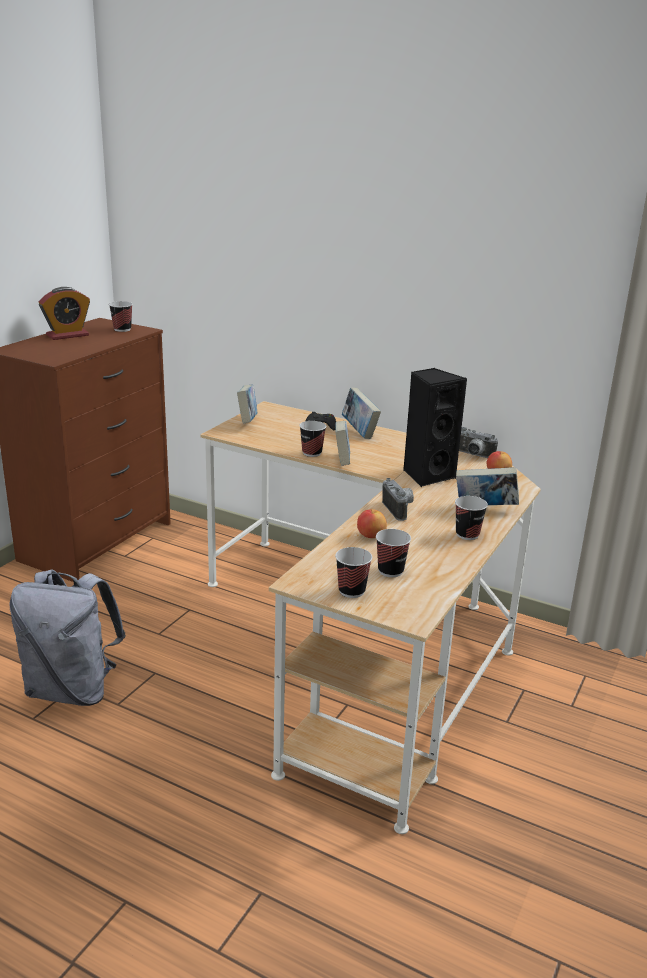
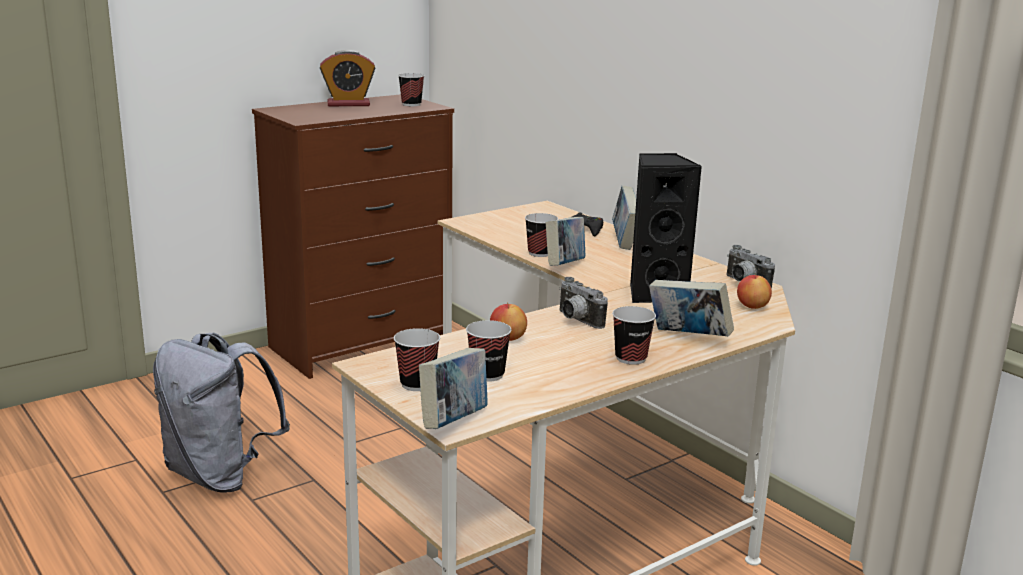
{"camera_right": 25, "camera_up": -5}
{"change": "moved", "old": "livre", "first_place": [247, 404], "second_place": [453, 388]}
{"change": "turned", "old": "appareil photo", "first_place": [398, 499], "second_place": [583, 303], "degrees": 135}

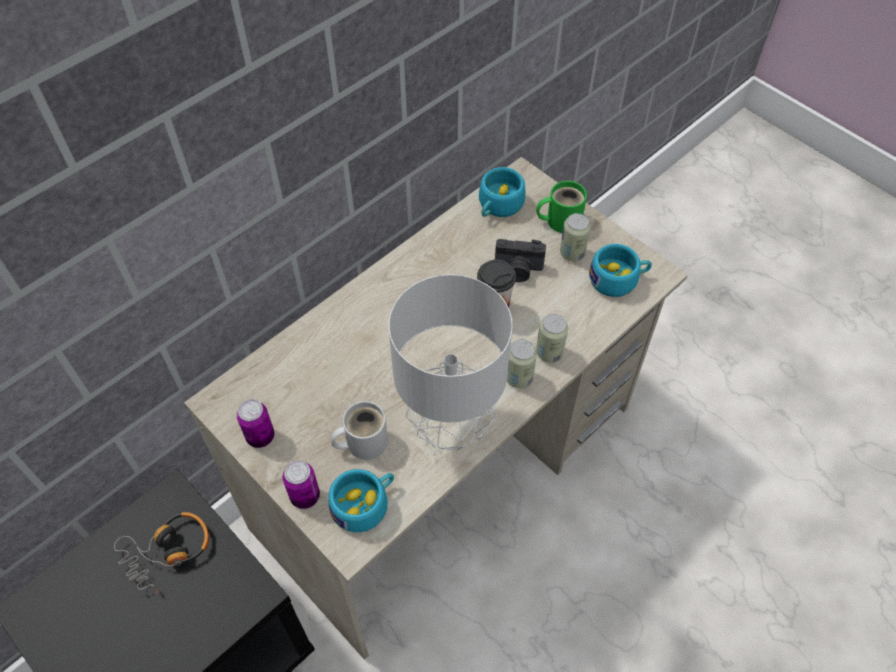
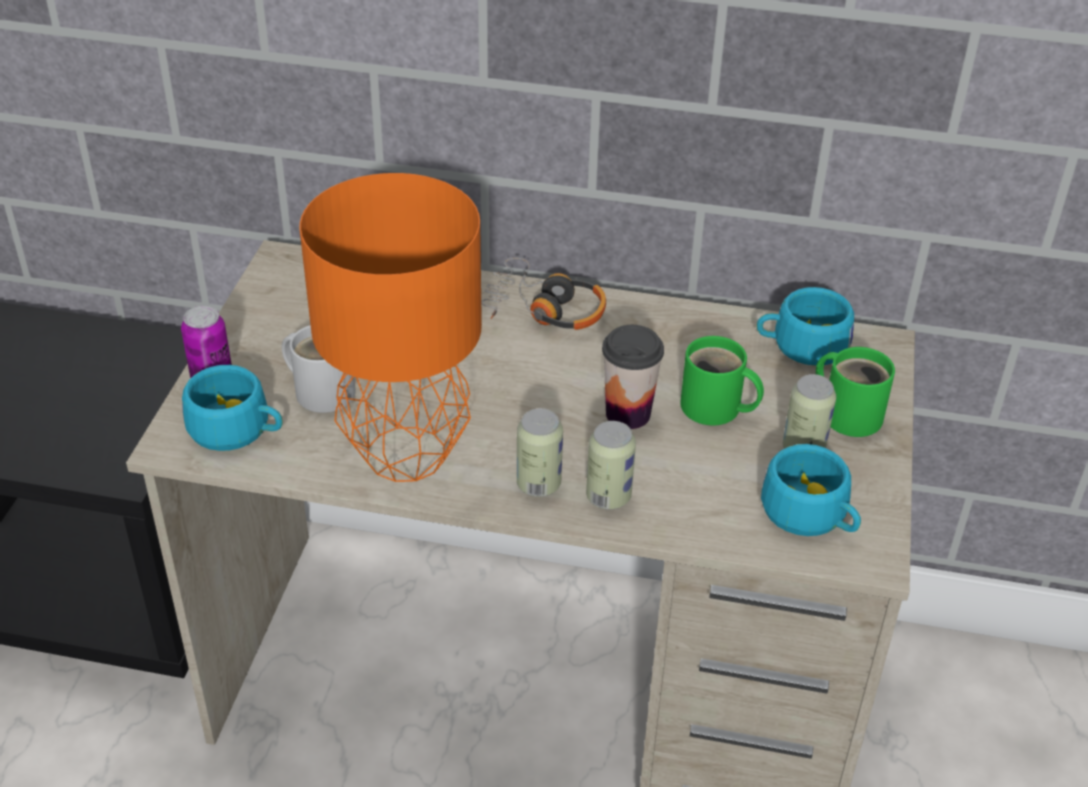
{"camera_right": 55, "camera_up": -15}
{"change": "moved", "old": "casque audio", "first_place": [161, 553], "second_place": [543, 294]}
{"change": "removed", "old": "boîte métallique", "first_place": [255, 423]}
{"change": "recoloured", "old": "lampe de table [gris]", "new": "lampe de table [orange]", "first_place": [451, 362], "second_place": [391, 327]}
{"change": "replaced", "old": "appareil photo", "new": "mug [vert]", "first_place": [520, 260], "second_place": [722, 381]}

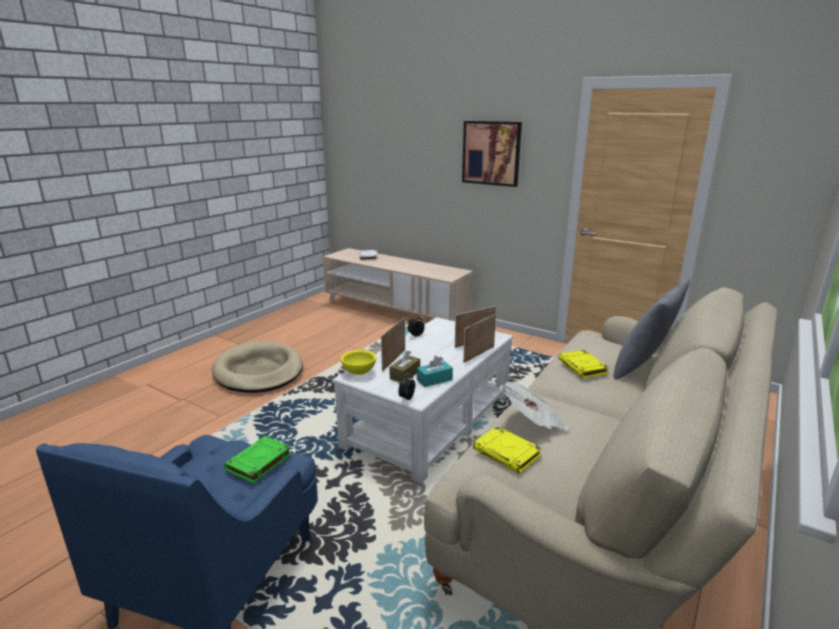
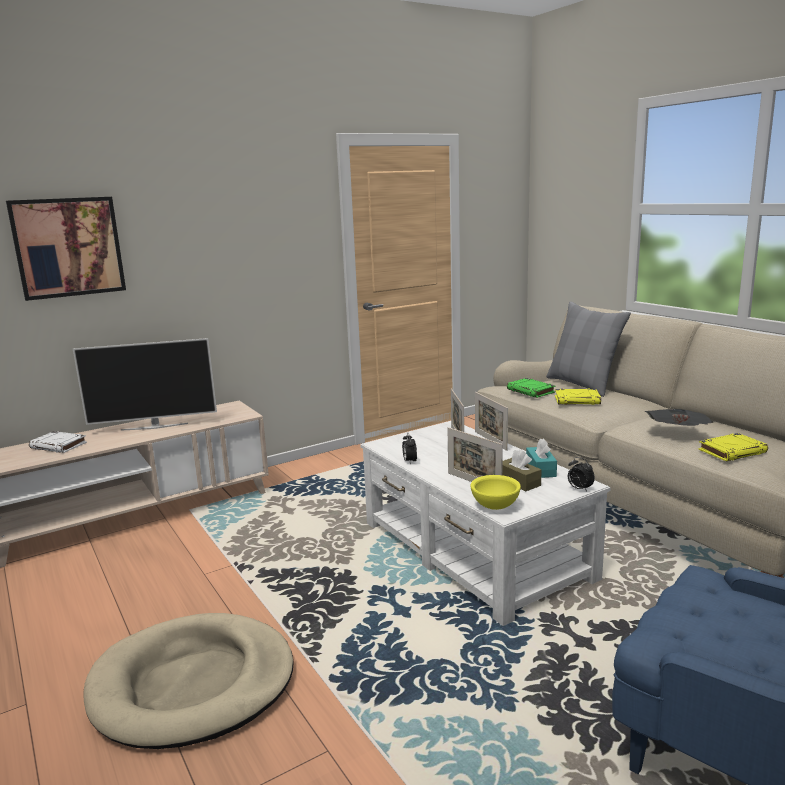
{"camera_right": -65, "camera_up": -5}
{"change": "moved", "old": "livre [vert]", "first_place": [258, 459], "second_place": [531, 388]}
{"change": "moved", "old": "tableau", "first_place": [492, 154], "second_place": [66, 249]}
{"change": "added", "new": "téléviseur", "second_place": [145, 384]}

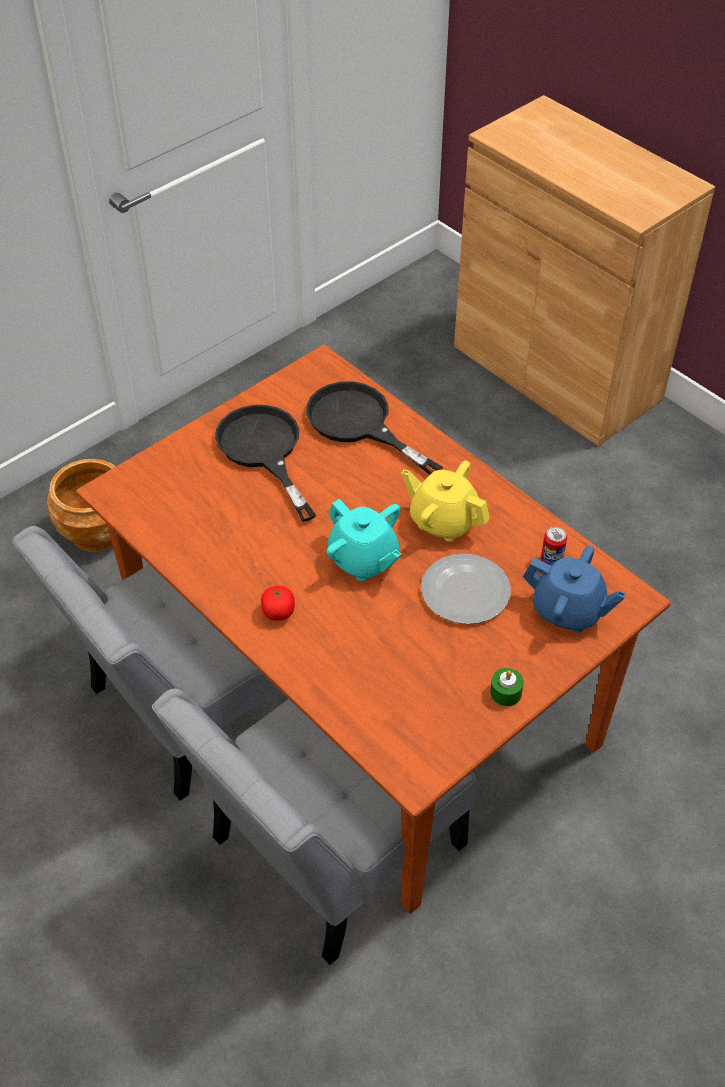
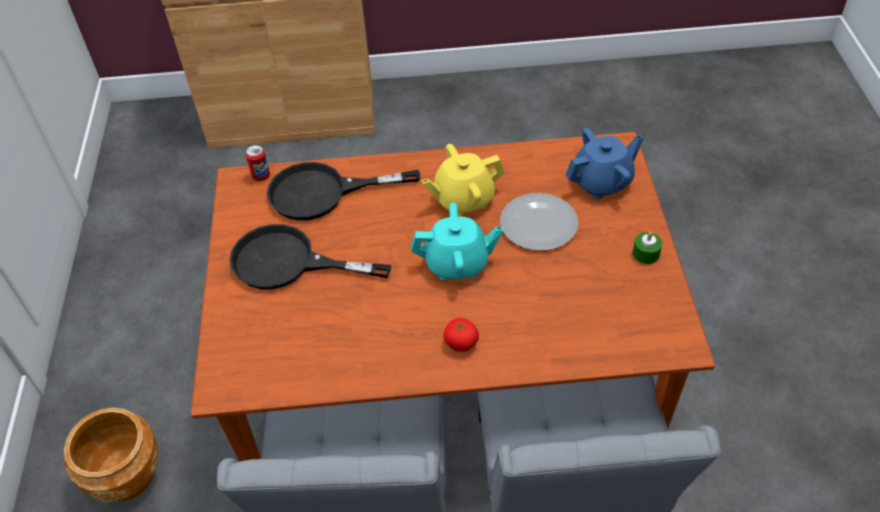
{"camera_right": -50, "camera_up": 0}
{"change": "moved", "old": "boîte métallique", "first_place": [554, 546], "second_place": [258, 163]}

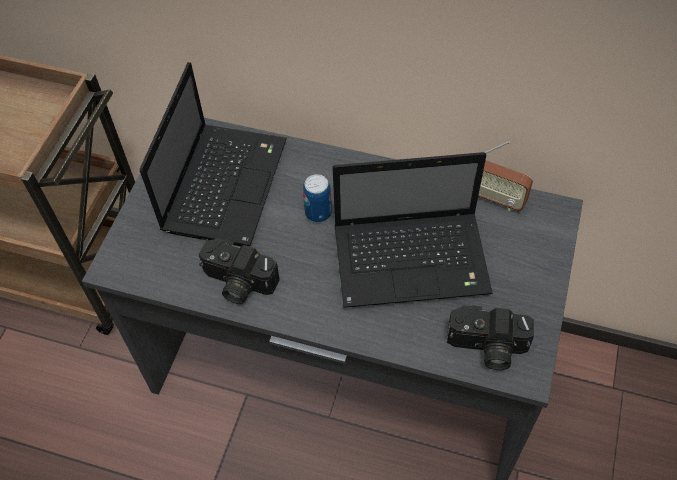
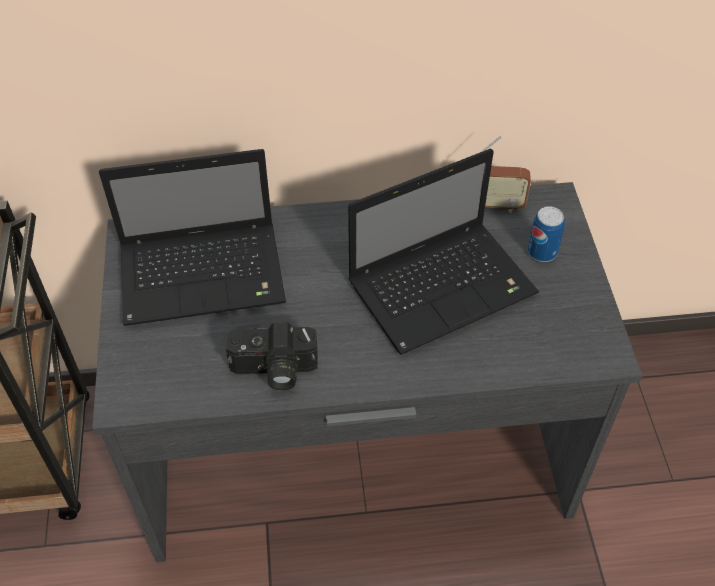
{"camera_right": -25, "camera_up": -5}
{"change": "turned", "old": "ordinateur portable", "first_place": [213, 154], "second_place": [192, 237], "degrees": 90}
{"change": "moved", "old": "boîte métallique", "first_place": [317, 198], "second_place": [546, 234]}
{"change": "removed", "old": "appareil photo", "first_place": [490, 337]}

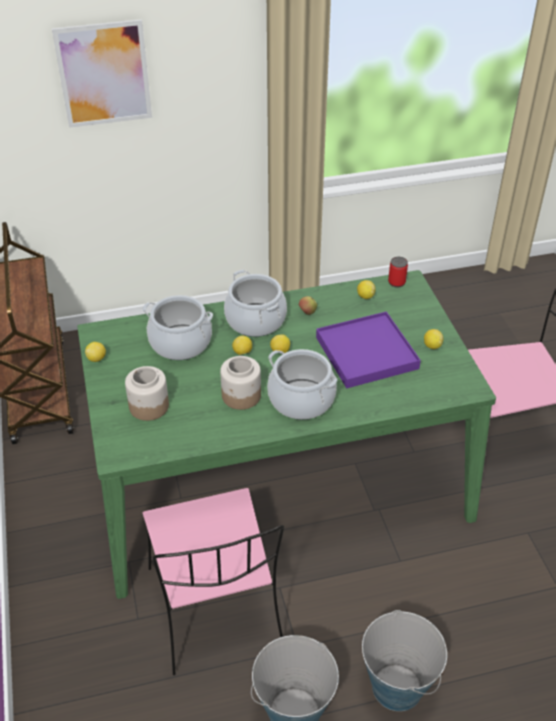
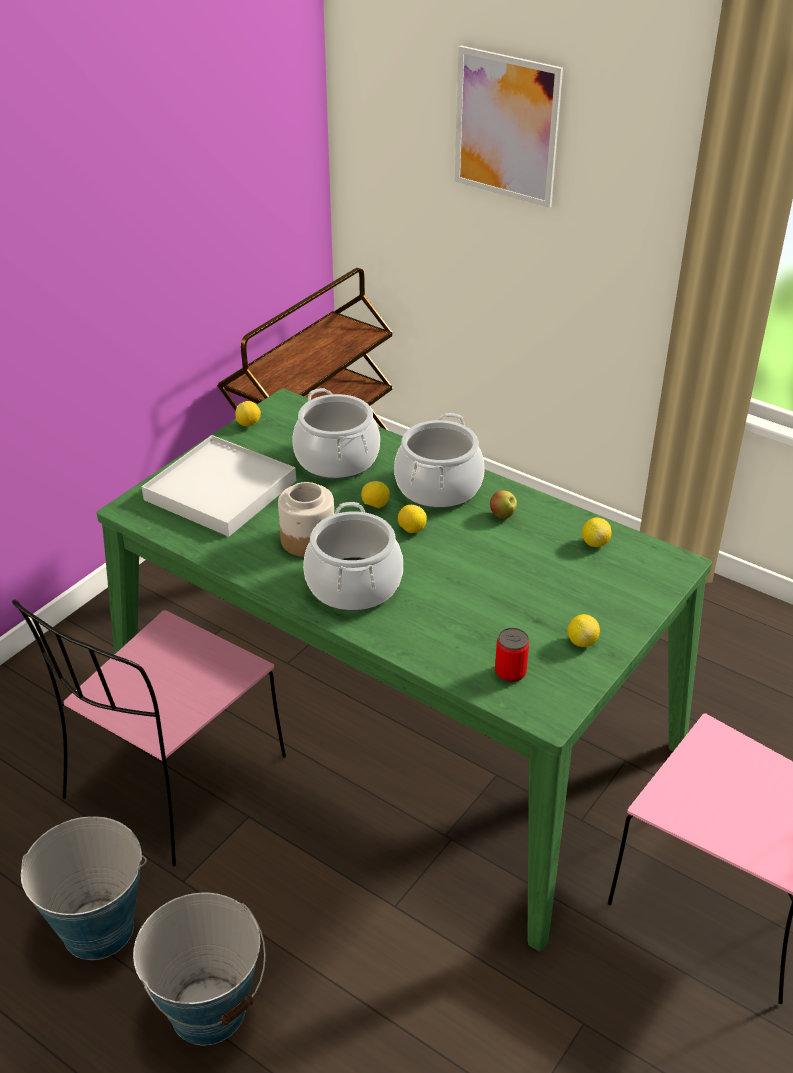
{"camera_right": 50, "camera_up": -5}
{"change": "replaced", "old": "bocal", "new": "plateau [blanc]", "first_place": [147, 393], "second_place": [219, 486]}
{"change": "removed", "old": "plateau [violet]", "first_place": [368, 349]}
{"change": "moved", "old": "boîte métallique", "first_place": [398, 272], "second_place": [512, 655]}

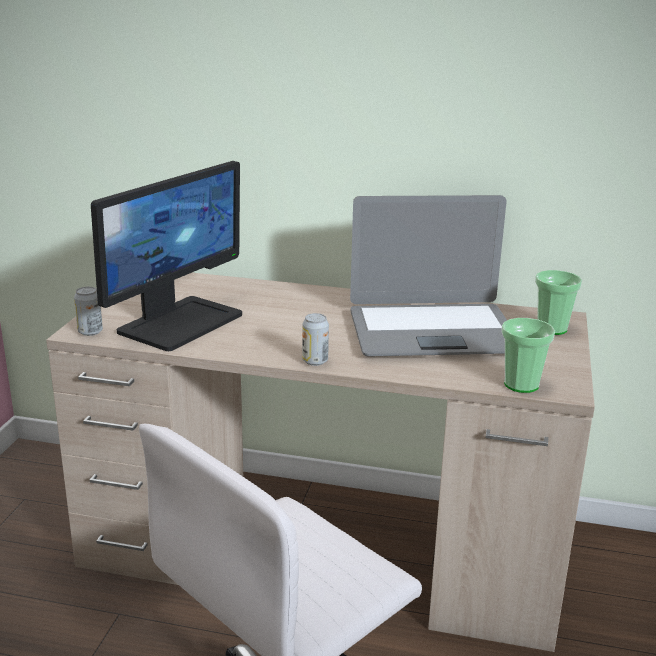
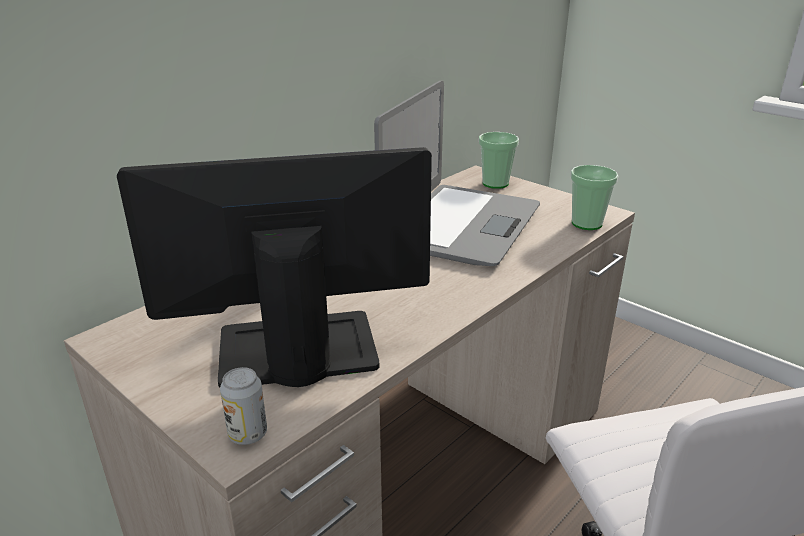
{"camera_right": -60, "camera_up": 5}
{"change": "turned", "old": "écran d'ordinateur", "first_place": [166, 256], "second_place": [274, 267], "degrees": -75}
{"change": "removed", "old": "boîte métallique", "first_place": [315, 339]}

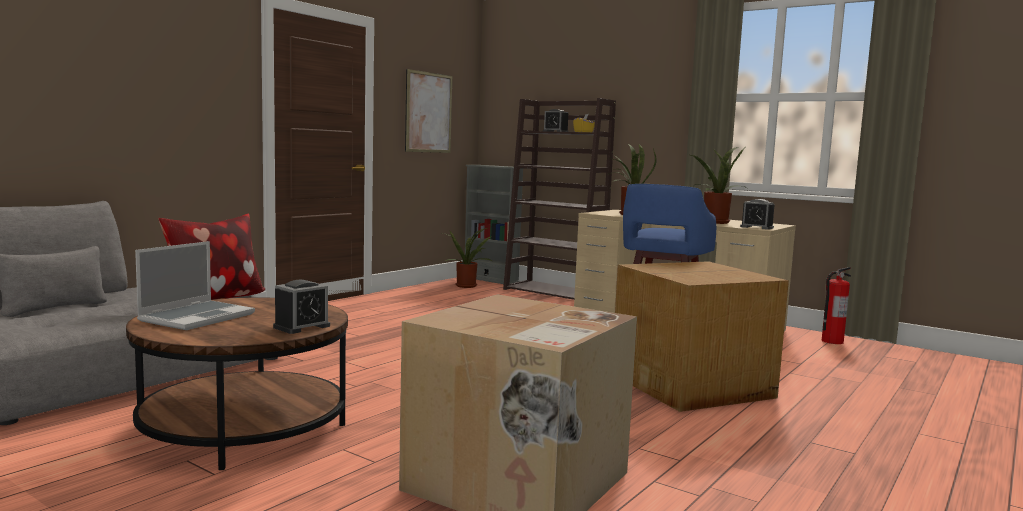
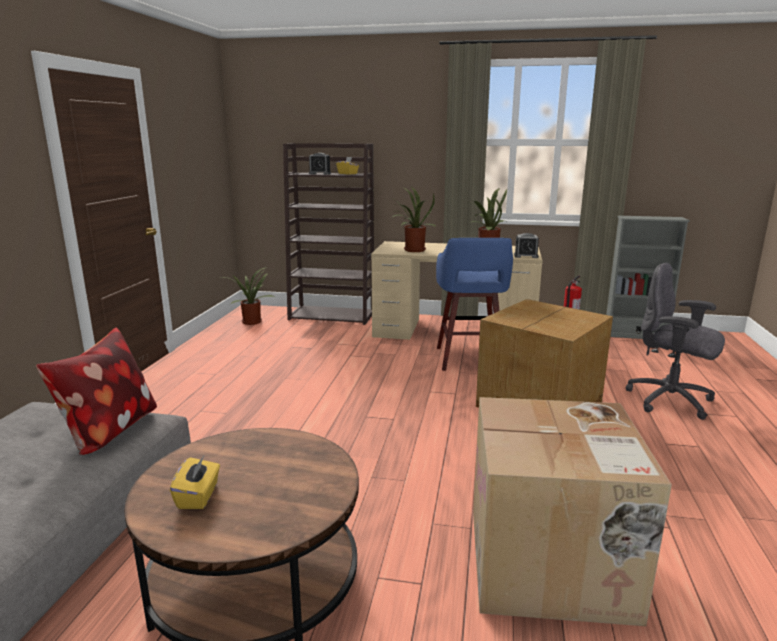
{"camera_right": -25, "camera_up": 10}
{"change": "replaced", "old": "ordinateur portable", "new": "boîte à mouchoirs [jaune]", "first_place": [195, 285], "second_place": [195, 481]}
{"change": "removed", "old": "réveil", "first_place": [301, 307]}
{"change": "removed", "old": "tableau", "first_place": [428, 111]}
{"change": "moved", "old": "bibliothèque [gris]", "first_place": [494, 224], "second_place": [648, 277]}
{"change": "added", "new": "chaise de bureau [gris]", "second_place": [675, 341]}

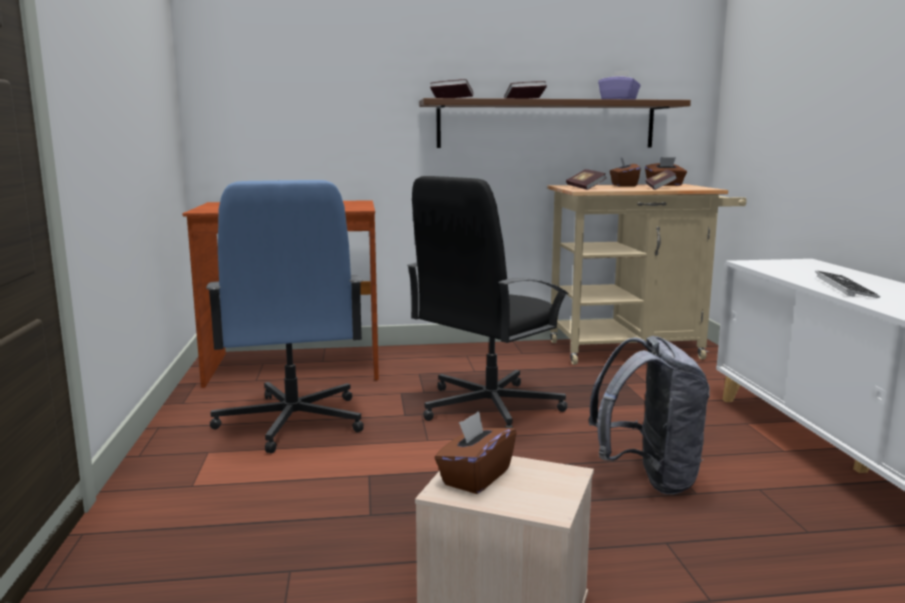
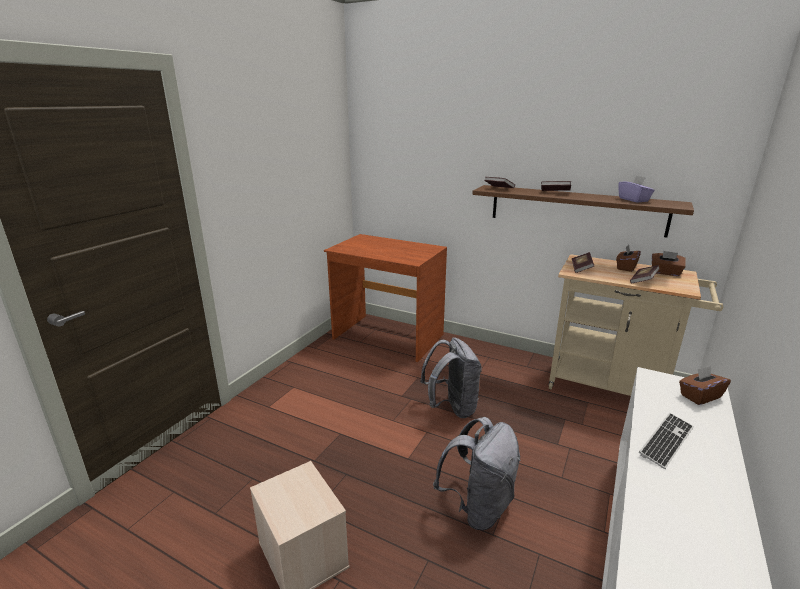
{"camera_right": 35, "camera_up": 10}
{"change": "removed", "old": "chaise de bureau [bleu]", "first_place": [285, 316]}
{"change": "replaced", "old": "chaise de bureau [noir]", "new": "sac à dos [gris]", "first_place": [488, 302], "second_place": [451, 377]}
{"change": "moved", "old": "boîte à mouchoirs [marron]", "first_place": [475, 452], "second_place": [705, 385]}

